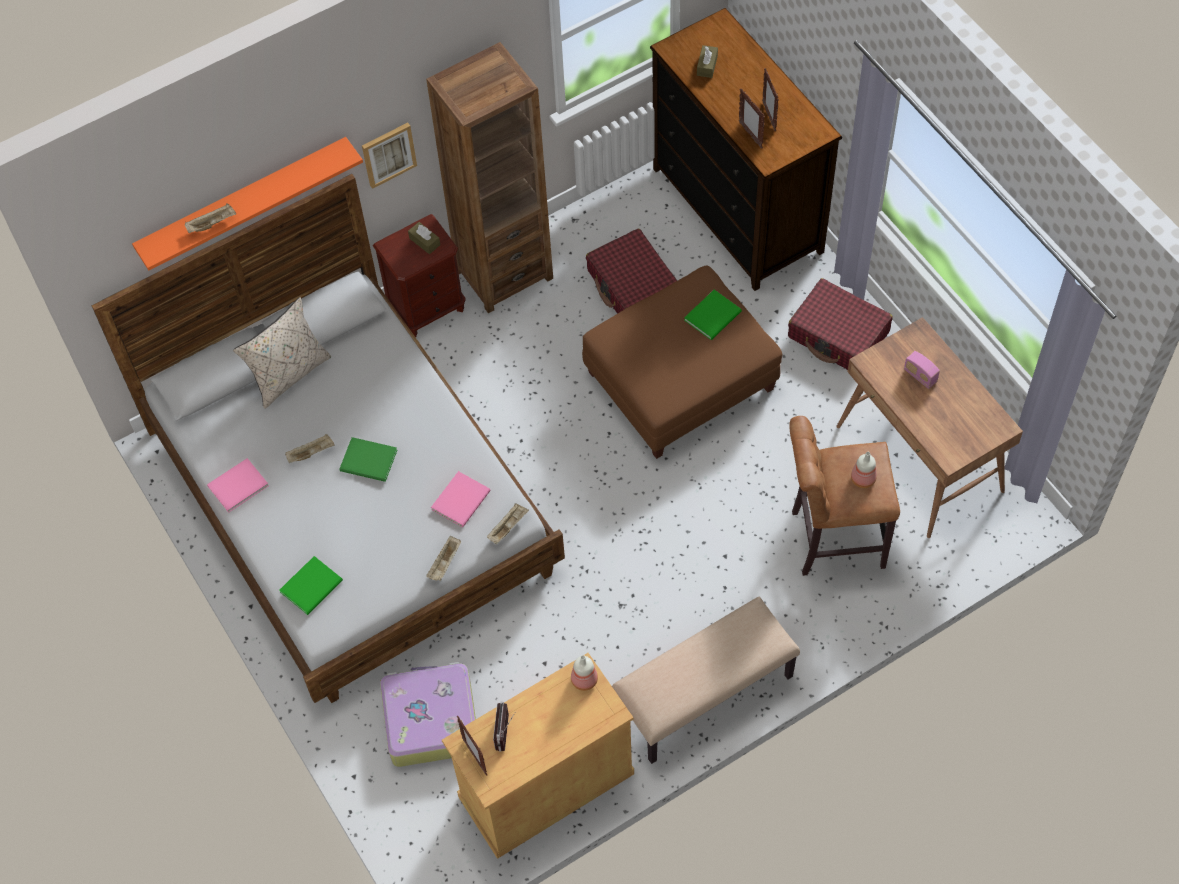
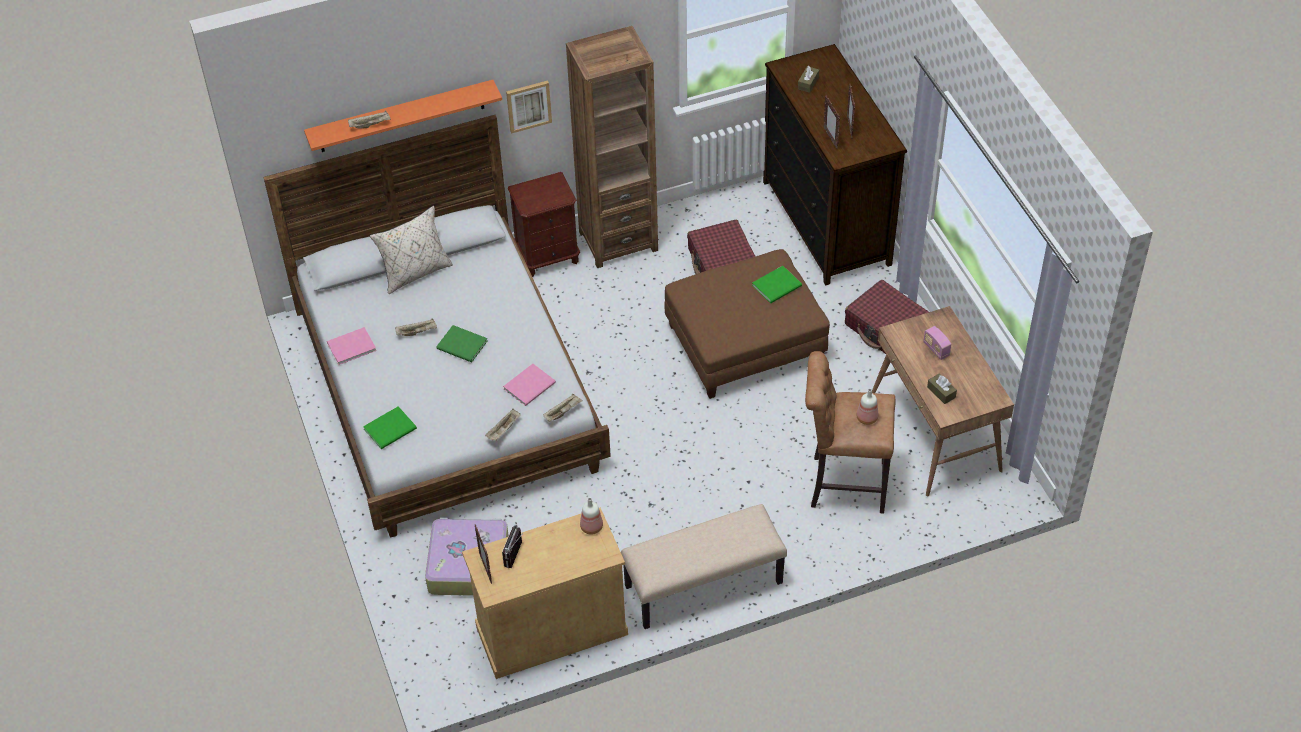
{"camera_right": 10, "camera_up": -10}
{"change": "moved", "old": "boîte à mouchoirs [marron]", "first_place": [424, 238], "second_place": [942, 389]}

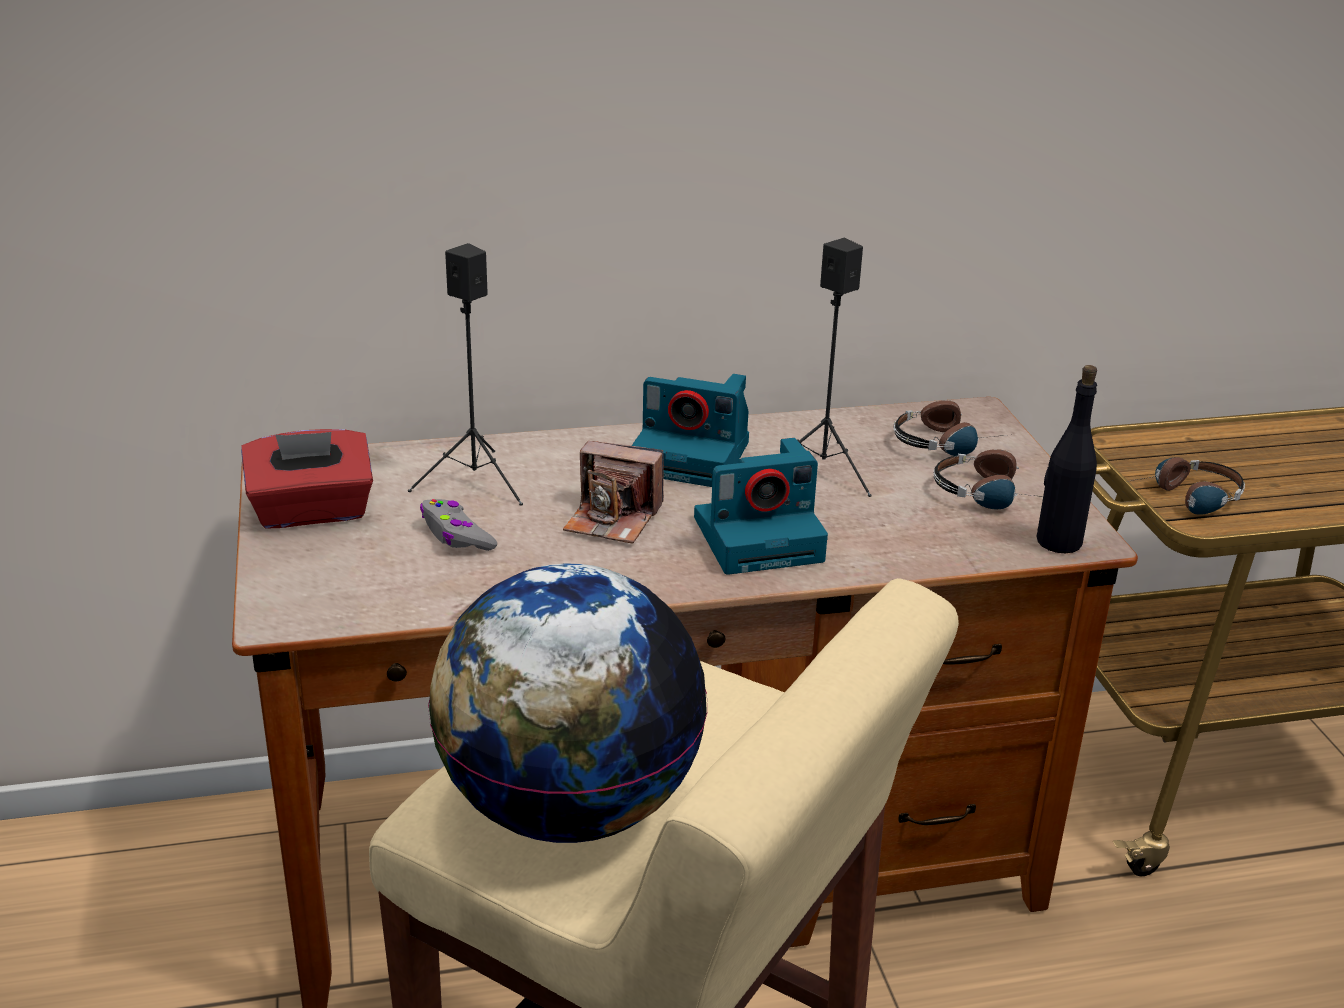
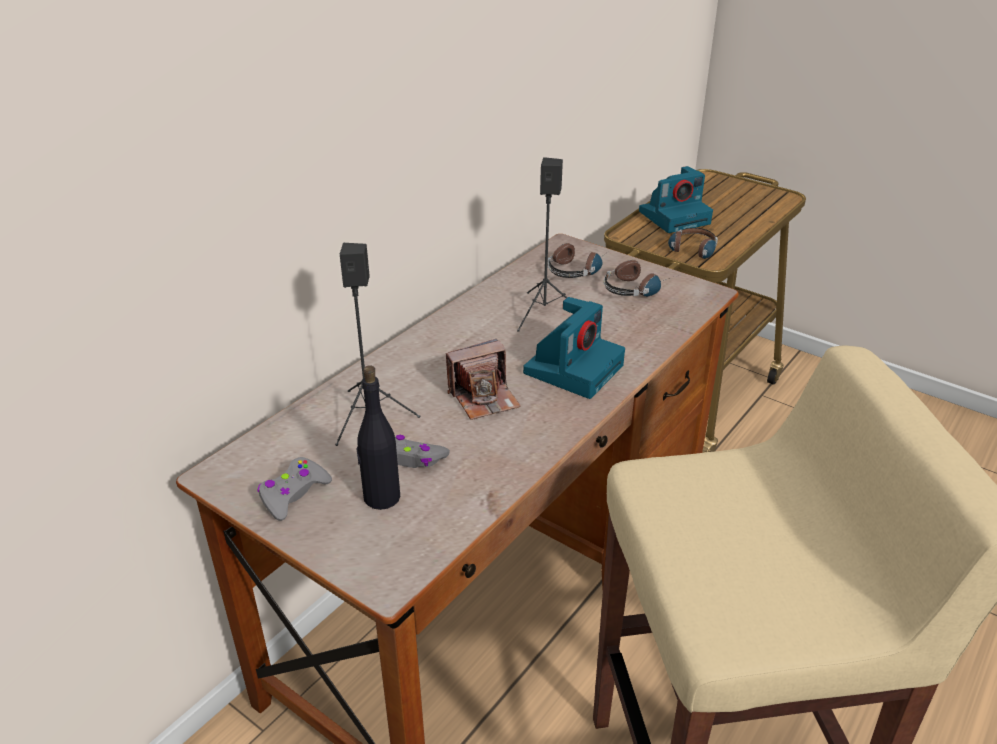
{"camera_right": -40, "camera_up": 5}
{"change": "replaced", "old": "boîte à mouchoirs [rouge]", "new": "manette [gris]", "first_place": [307, 479], "second_place": [294, 489]}
{"change": "removed", "old": "globe", "first_place": [568, 703]}
{"change": "moved", "old": "appareil photo", "first_place": [690, 430], "second_place": [676, 199]}
{"change": "moved", "old": "bouteille [noir]", "first_place": [1066, 459], "second_place": [378, 437]}

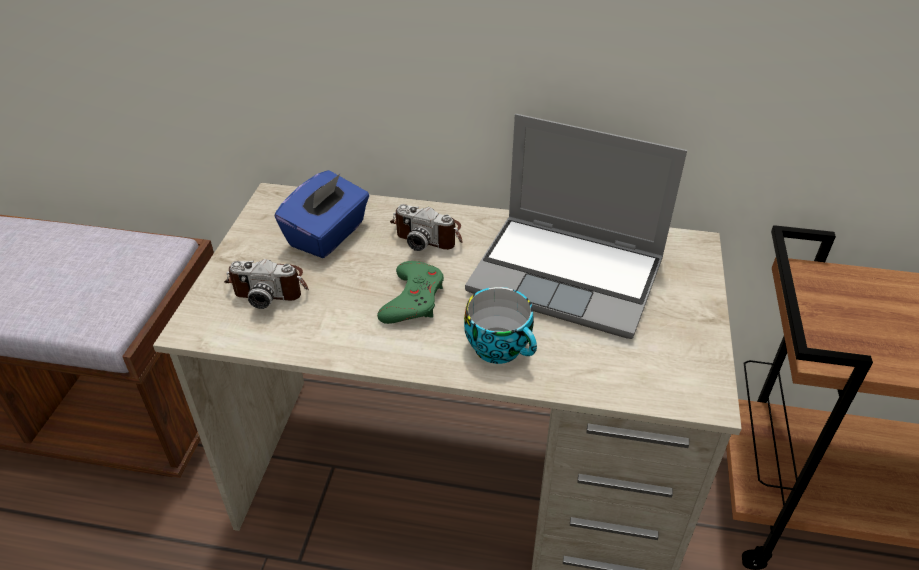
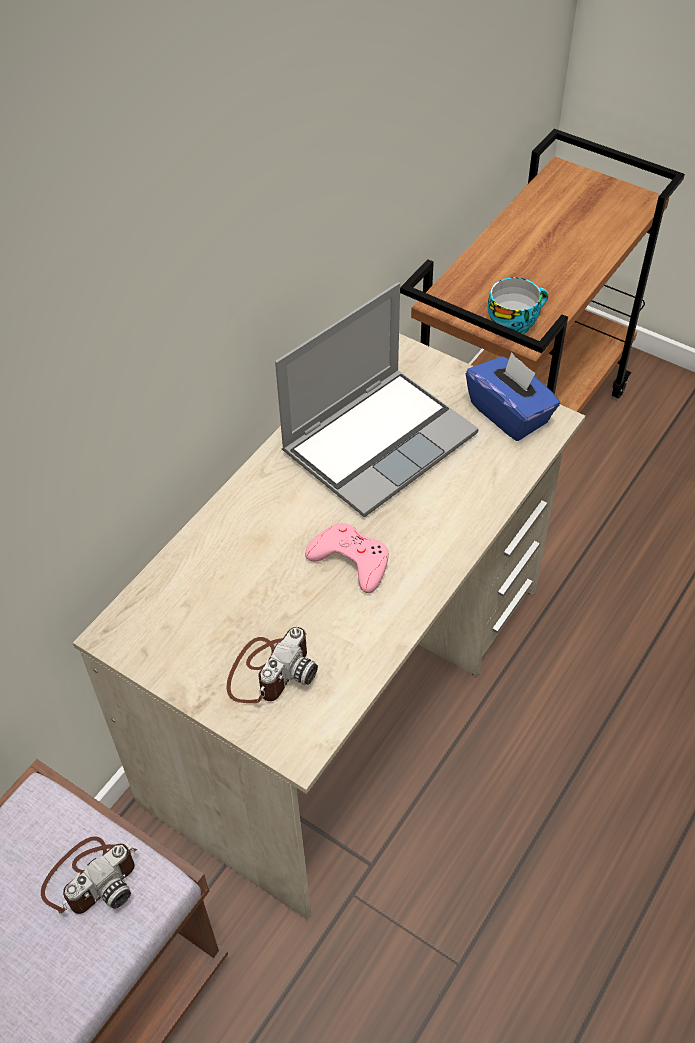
{"camera_right": -65, "camera_up": 10}
{"change": "moved", "old": "boîte à mouchoirs [bleu]", "first_place": [322, 214], "second_place": [513, 396]}
{"change": "recoloured", "old": "manette [vert]", "new": "manette [rose]", "first_place": [410, 292], "second_place": [347, 558]}
{"change": "moved", "old": "appareil photo", "first_place": [426, 227], "second_place": [89, 875]}
{"change": "moved", "old": "tasse", "first_place": [500, 325], "second_place": [518, 305]}

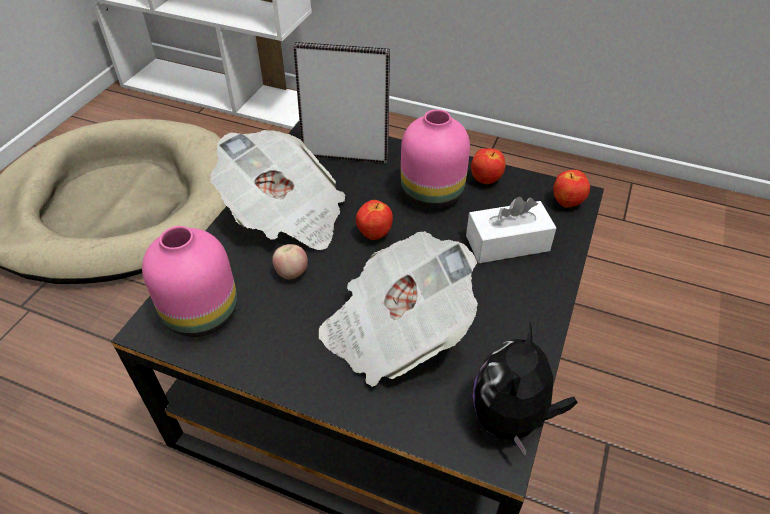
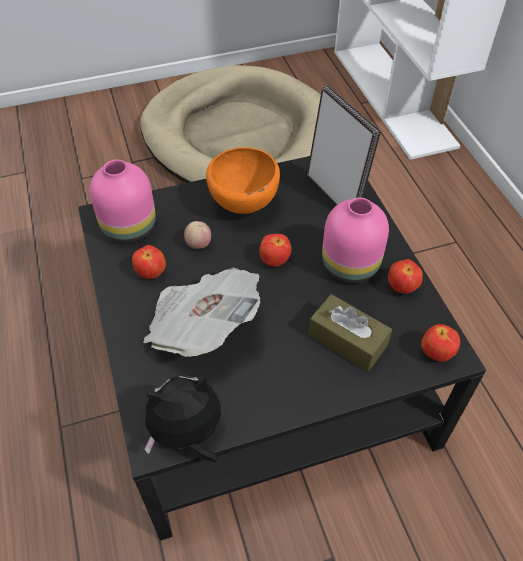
{"camera_right": 50, "camera_up": 5}
{"change": "replaced", "old": "journal", "new": "bol [orange]", "first_place": [278, 190], "second_place": [243, 180]}
{"change": "recoloured", "old": "boîte à mouchoirs [blanc]", "new": "boîte à mouchoirs [marron]", "first_place": [511, 230], "second_place": [350, 333]}
{"change": "added", "new": "pomme", "second_place": [149, 262]}

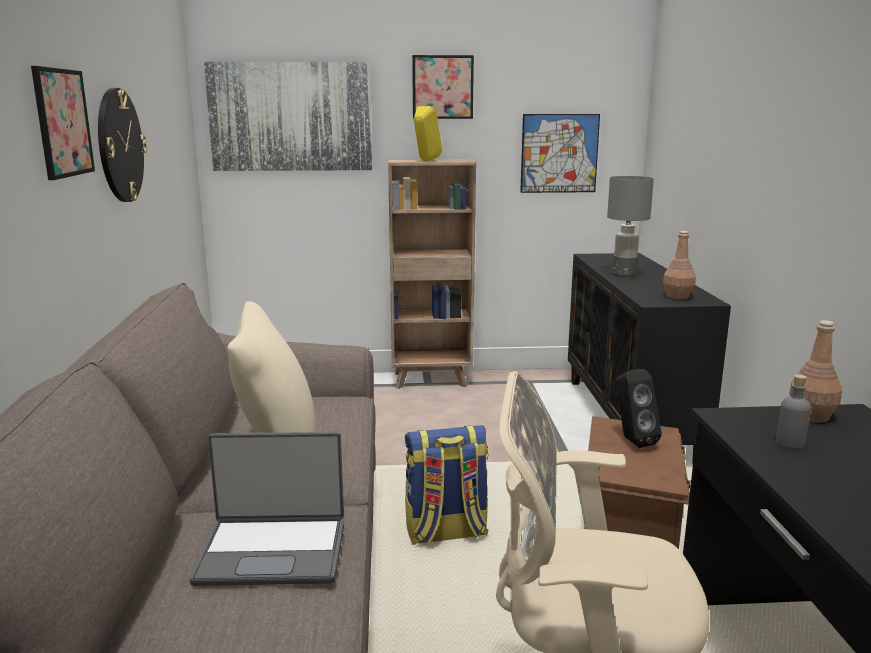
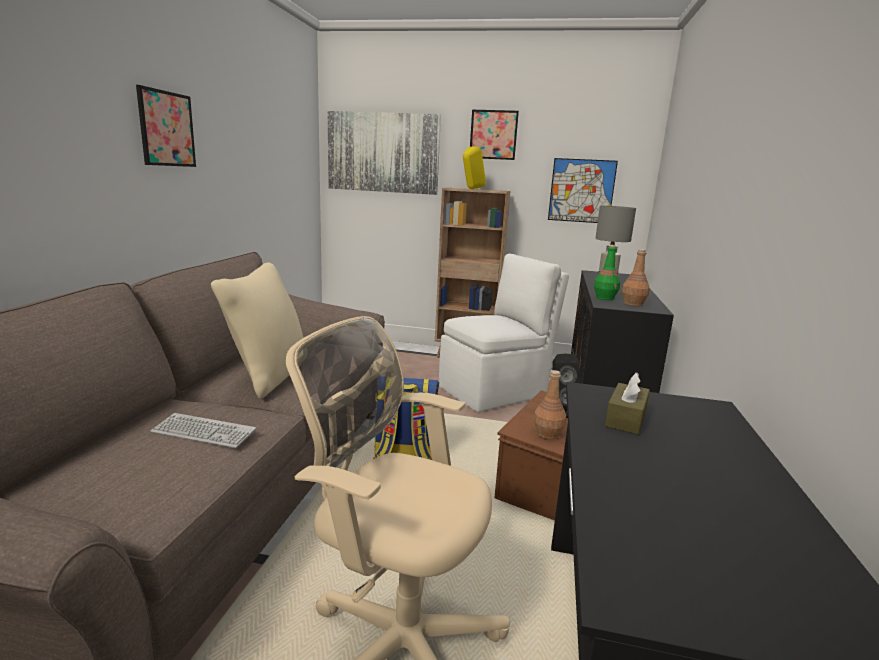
{"camera_right": 15, "camera_up": 0}
{"change": "removed", "old": "horloge murale", "first_place": [122, 145]}
{"change": "replaced", "old": "ordinateur portable", "new": "clavier", "first_place": [266, 509], "second_place": [203, 430]}
{"change": "replaced", "old": "bouteille [gris]", "new": "boîte à mouchoirs [marron]", "first_place": [793, 411], "second_place": [627, 403]}
{"change": "moved", "old": "bouteille [marron]", "first_place": [815, 371], "second_place": [550, 404]}
{"change": "added", "new": "chaise [blanc]", "second_place": [504, 333]}
{"change": "added", "new": "bouteille [vert]", "second_place": [607, 272]}

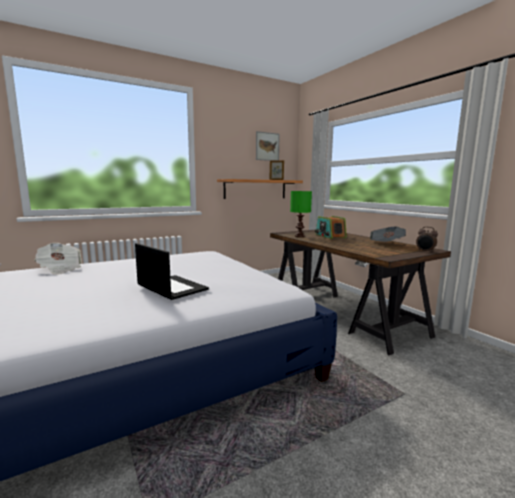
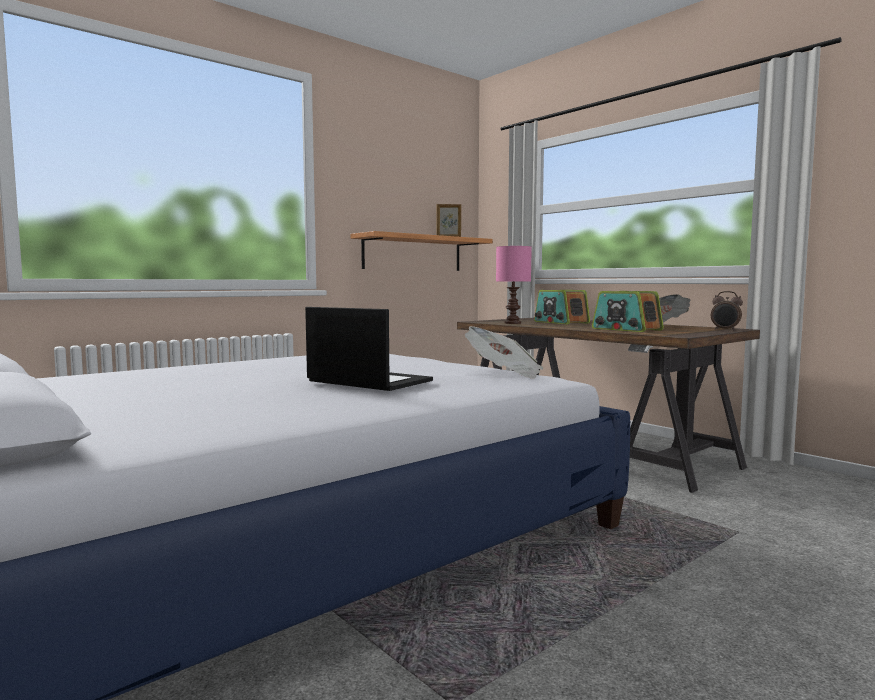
{"camera_right": -10, "camera_up": -5}
{"change": "moved", "old": "journal", "first_place": [58, 259], "second_place": [504, 352]}
{"change": "removed", "old": "tableau", "first_place": [268, 146]}
{"change": "recoloured", "old": "lampe de table [vert]", "new": "lampe de table [rose]", "first_place": [301, 214], "second_place": [514, 285]}
{"change": "added", "new": "radio", "second_place": [628, 311]}

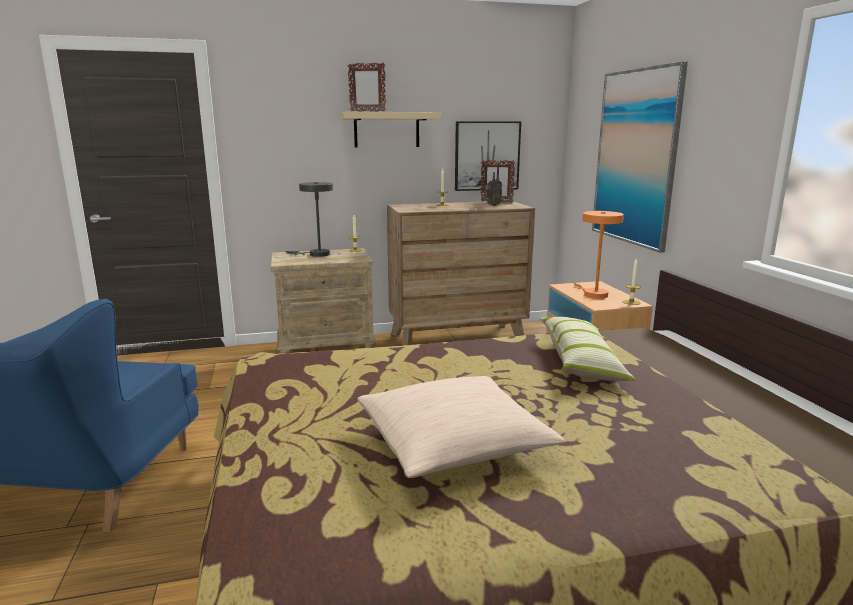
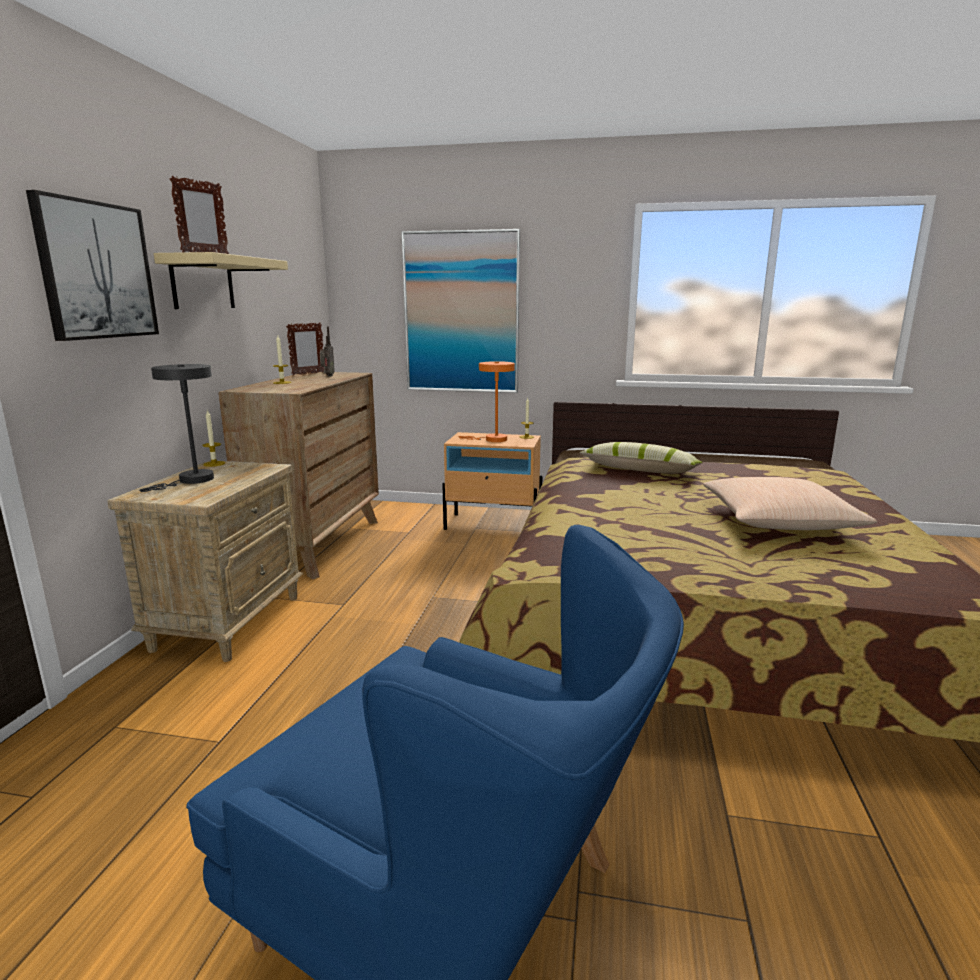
{"camera_right": -65, "camera_up": 0}
{"change": "moved", "old": "tableau", "first_place": [488, 156], "second_place": [92, 265]}

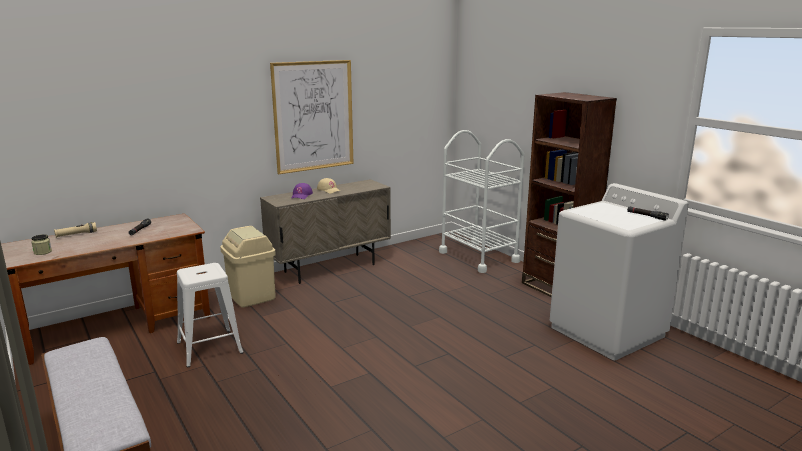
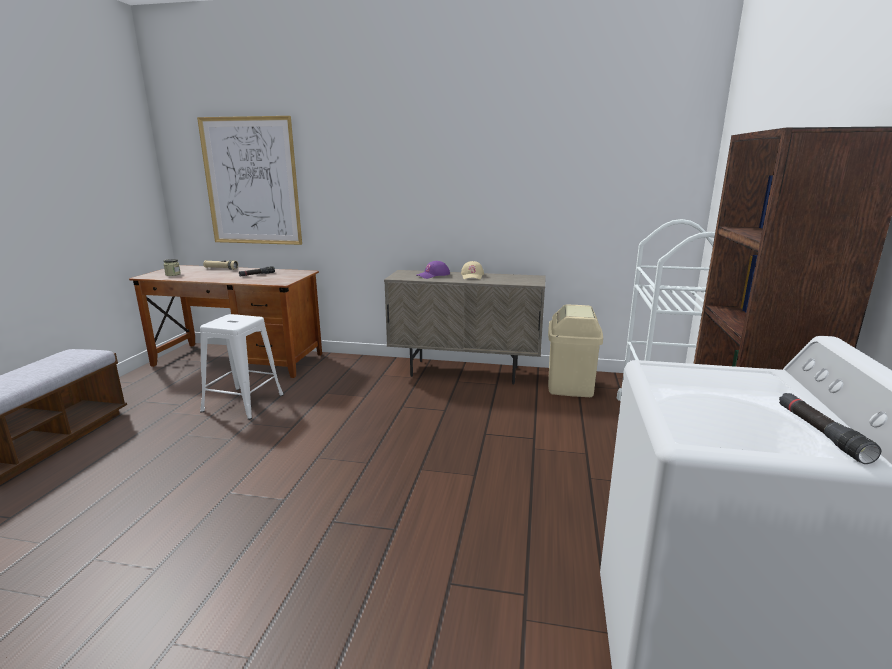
{"camera_right": 45, "camera_up": 0}
{"change": "moved", "old": "poubelle [beige]", "first_place": [248, 267], "second_place": [575, 351]}
{"change": "moved", "old": "tableau", "first_place": [312, 117], "second_place": [249, 180]}

